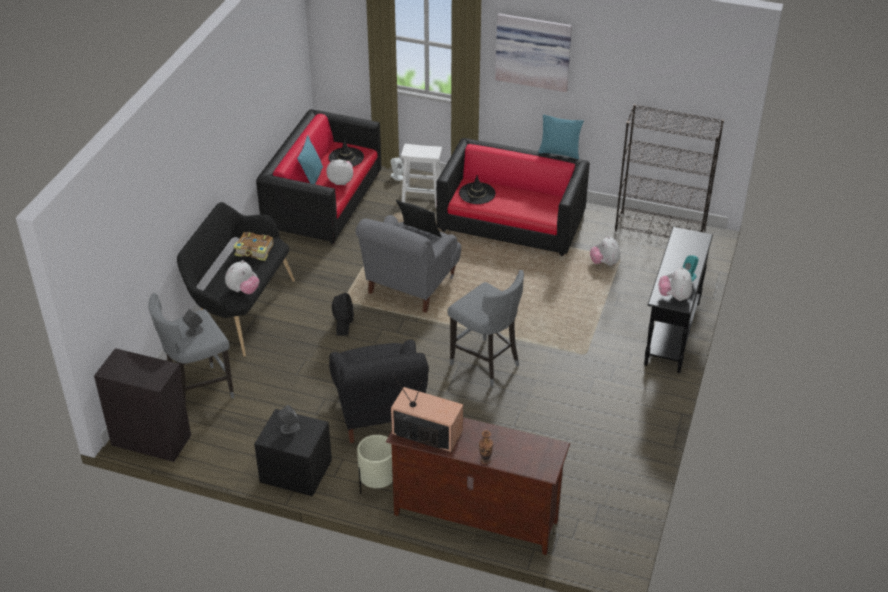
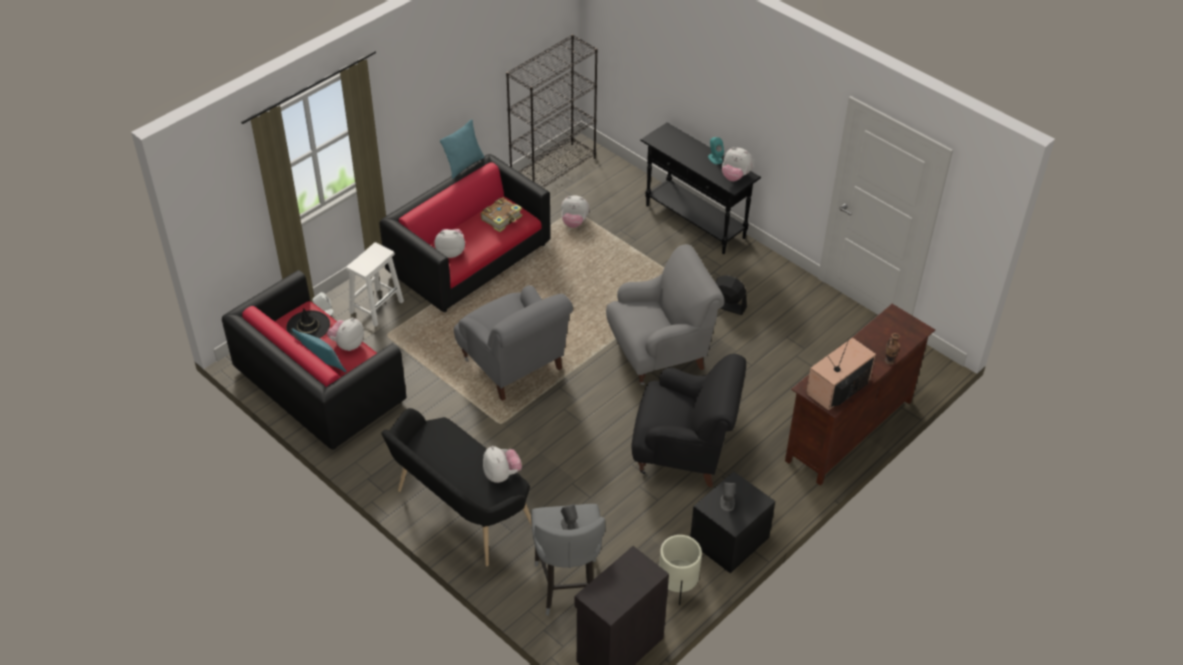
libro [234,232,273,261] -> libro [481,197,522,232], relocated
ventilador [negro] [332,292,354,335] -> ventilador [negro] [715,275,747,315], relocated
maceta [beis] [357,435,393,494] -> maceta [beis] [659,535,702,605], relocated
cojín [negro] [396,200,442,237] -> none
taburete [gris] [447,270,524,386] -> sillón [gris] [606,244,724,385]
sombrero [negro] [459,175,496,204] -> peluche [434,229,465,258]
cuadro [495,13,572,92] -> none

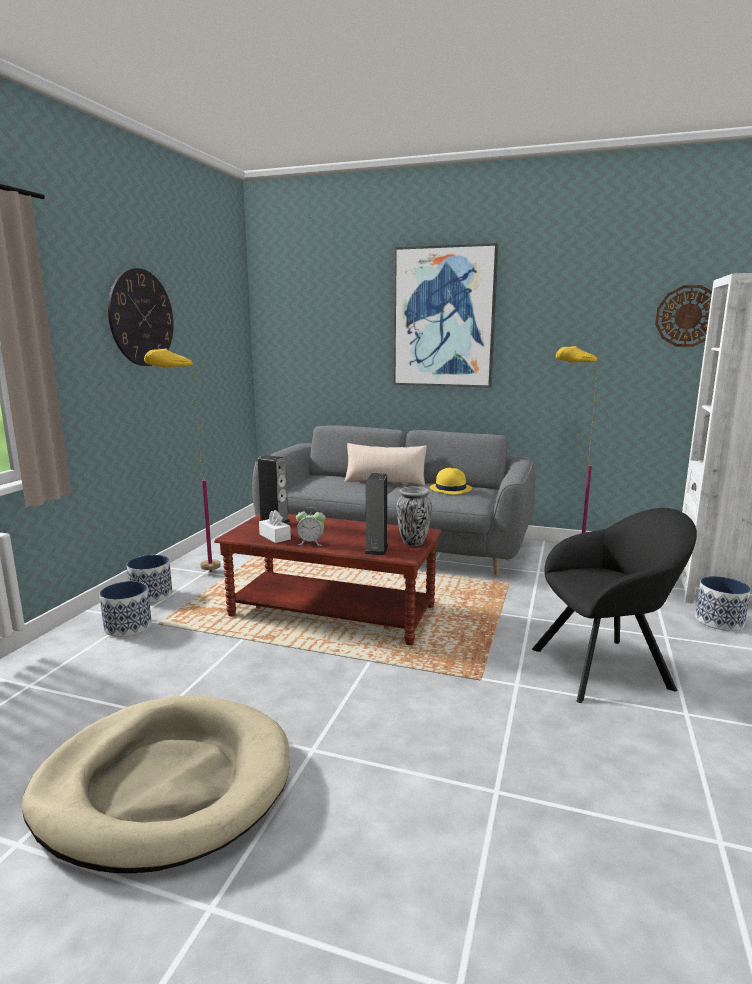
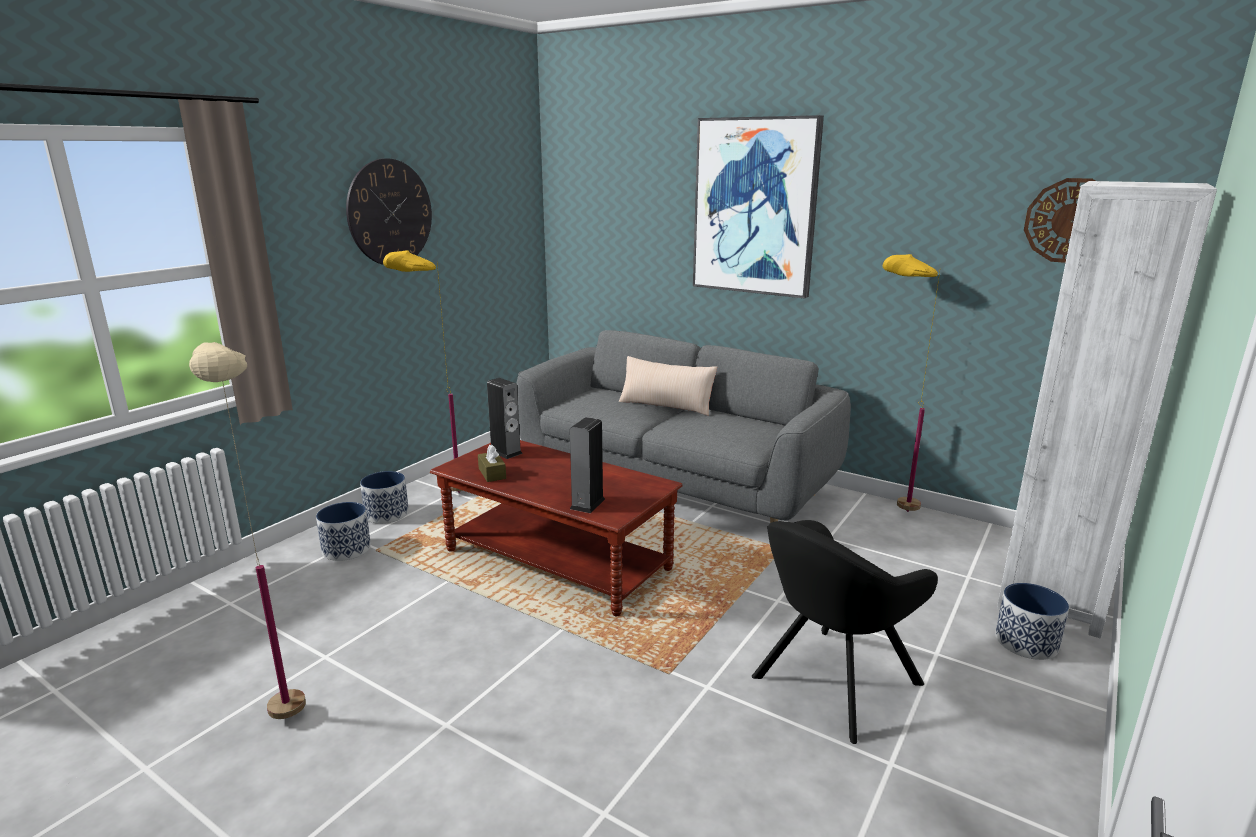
cama para perro [beis] [22,696,290,873] -> lámpara de pie [beis] [189,342,306,719]
caja de pañuelos [blanco] [259,510,291,543] -> caja de pañuelos [marrón] [478,445,506,482]
despertador [296,507,325,546] -> none
florero [396,487,432,546] -> none
sombrero [amarillo] [430,468,472,495] -> none
sillón [negro] [532,508,697,703] -> sillón [negro] [752,520,938,744], 135 degrees clockwise

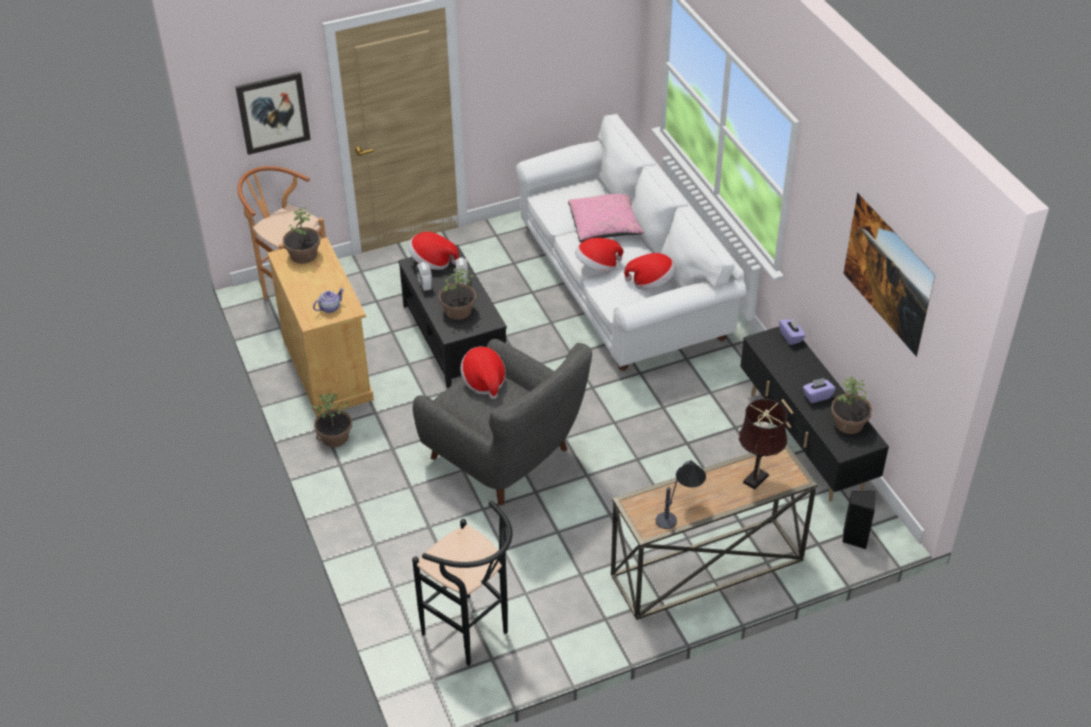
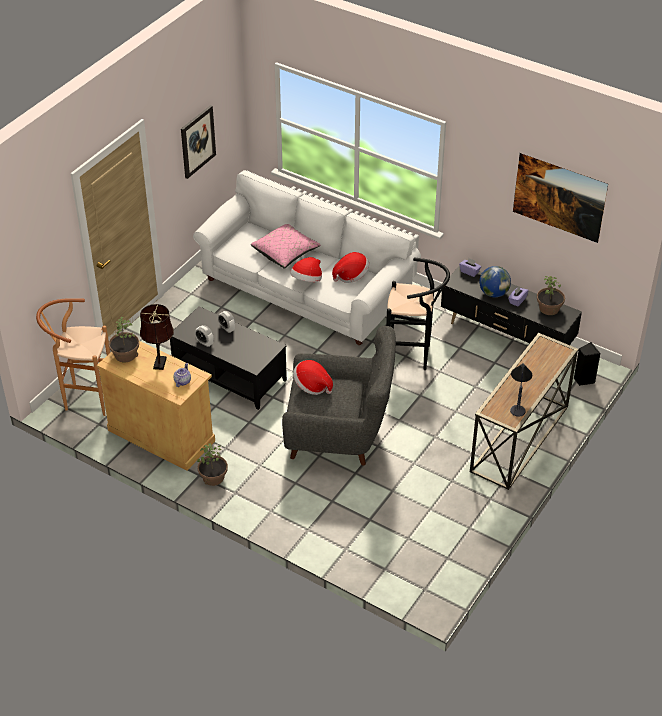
cuadro [235,72,311,155] -> cuadro [181,105,216,179], relocated
sombrero [408,232,459,270] -> none
taburete [negro] [412,501,512,666] -> taburete [negro] [386,258,450,370], relocated
planta en maceta [439,268,476,320] -> none
lámpara de mesa [marrón] [739,399,787,490] -> lámpara de mesa [marrón] [140,304,174,370], relocated
none -> globo terráqueo [479,266,511,297]

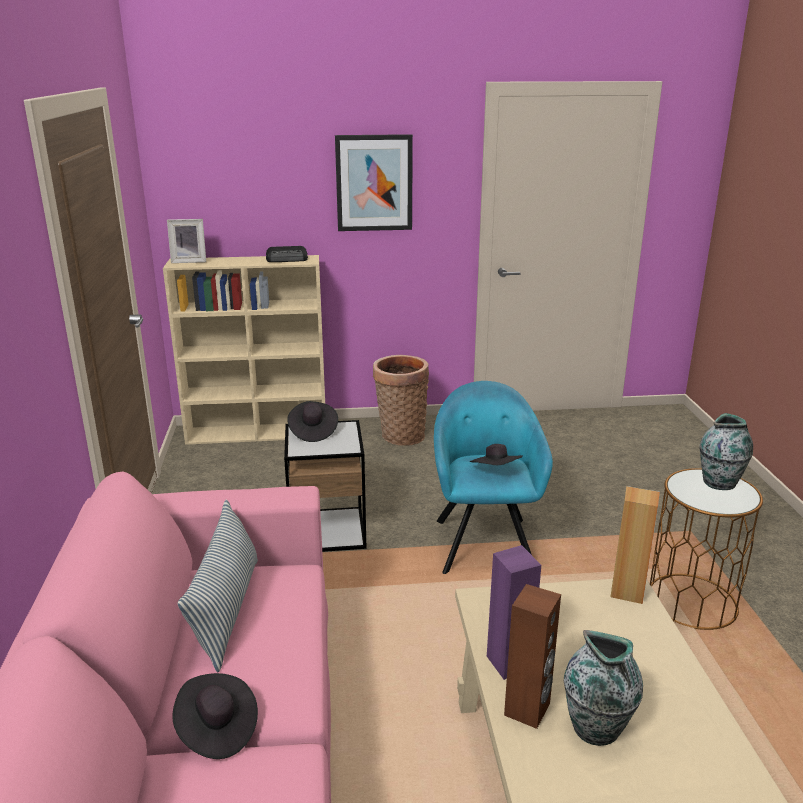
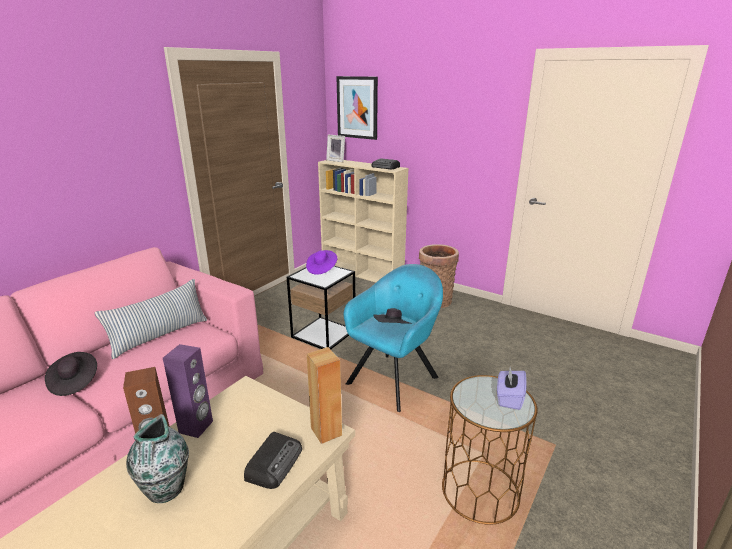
sombrero [negro] [287,401,338,442] -> sombrero [morado] [306,250,337,275]
cuadro [335,134,413,231] -> cuadro [336,76,378,140], relocated
florero [699,413,753,490] -> caja de pañuelos [morado] [497,367,527,410]
none -> radio [244,432,302,489]

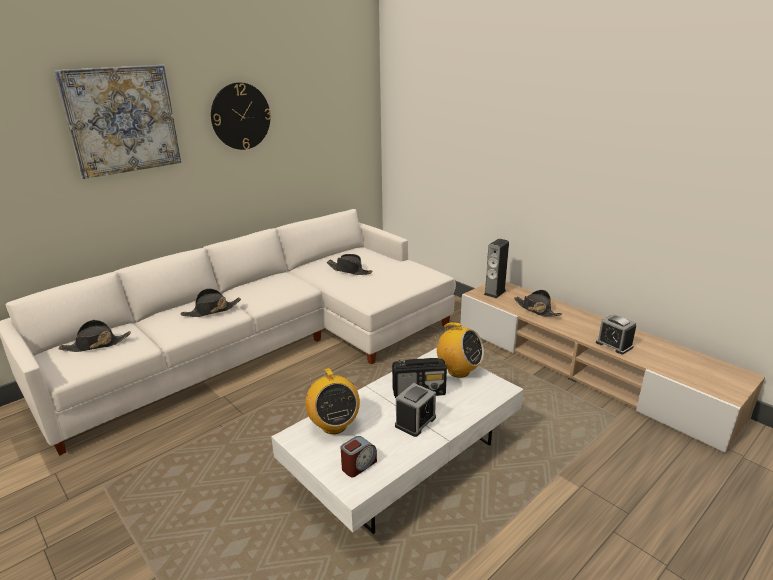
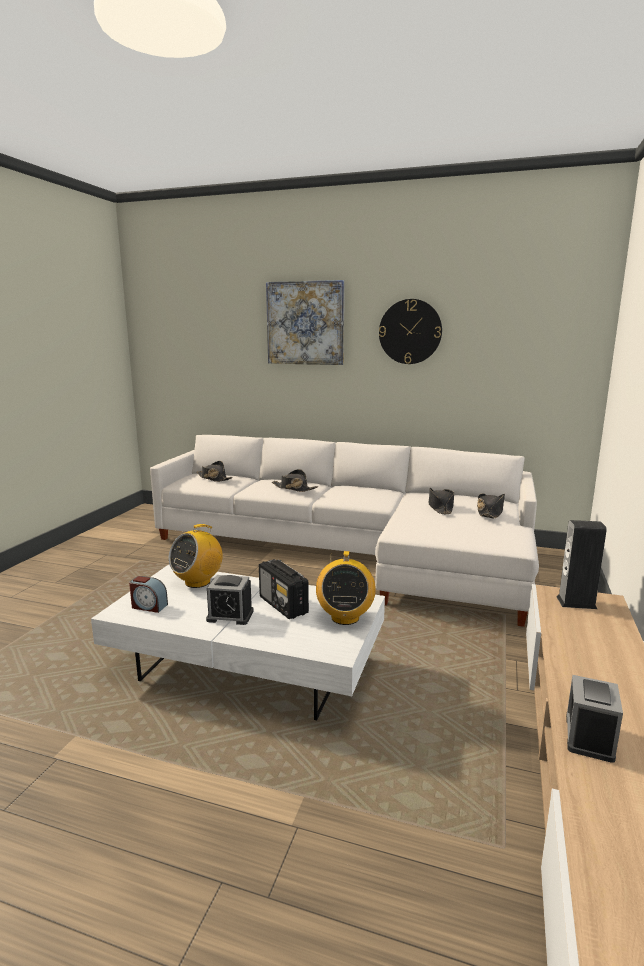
sombrero [negro] [514,290,562,317] -> sombrero [negro] [477,493,505,518], relocated

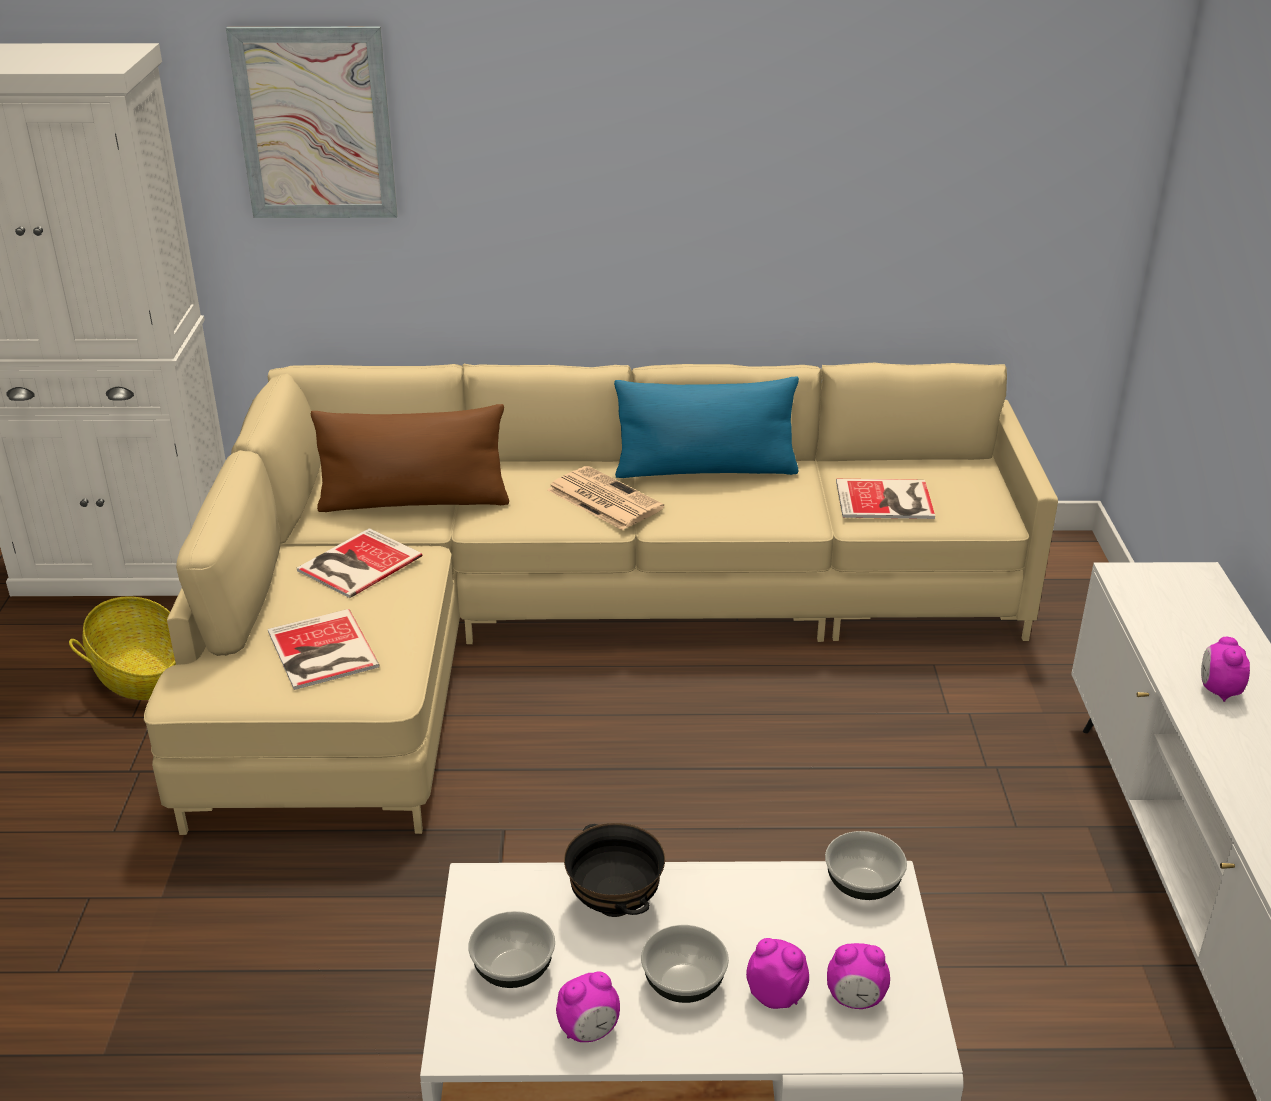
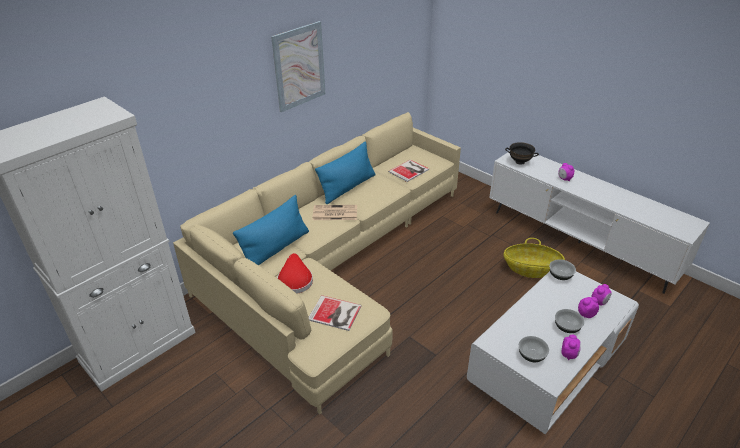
cesta [69,596,176,700] -> cesta [504,238,565,278], relocated
cuadro [226,27,398,218] -> cuadro [271,21,325,112], relocated
libro [297,528,423,598] -> sombrero [rojo] [277,253,313,294]
cojín [marrón] [311,404,509,512] -> cojín [azul] [233,195,309,265]
cuenco [negro] [564,823,665,917] -> cuenco [negro] [505,142,539,165], relocated

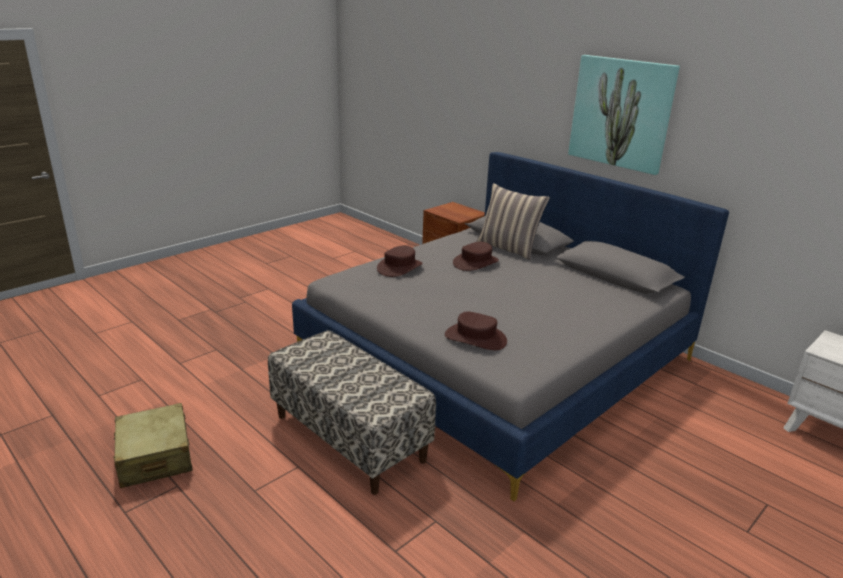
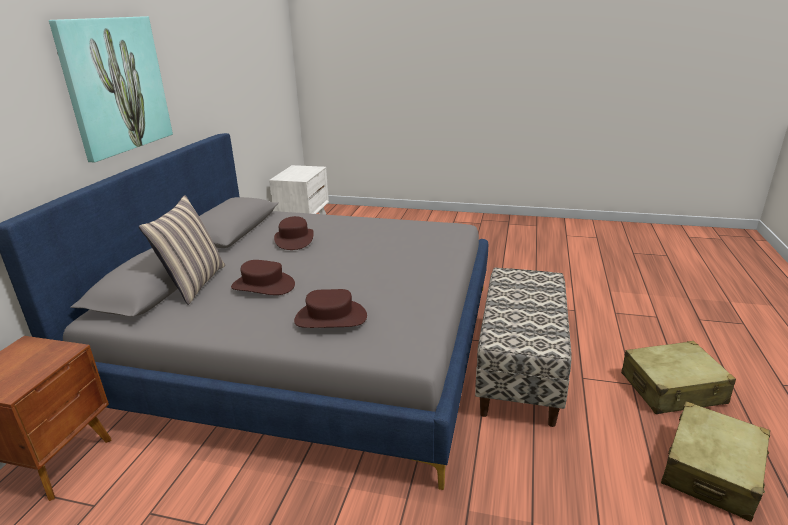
sombrero [marrón] [445,312,507,350] -> sombrero [marrón] [274,216,314,250], relocated
none -> maleta [beis] [621,341,736,414]

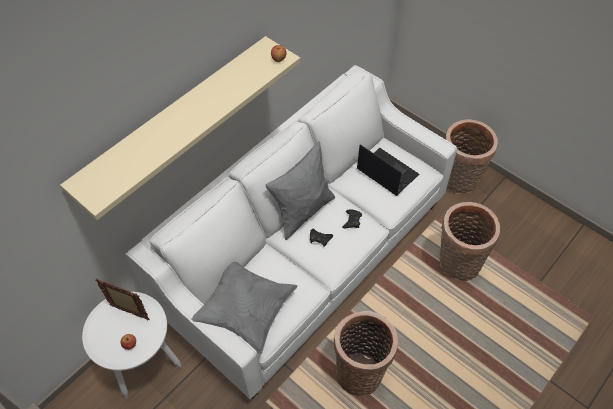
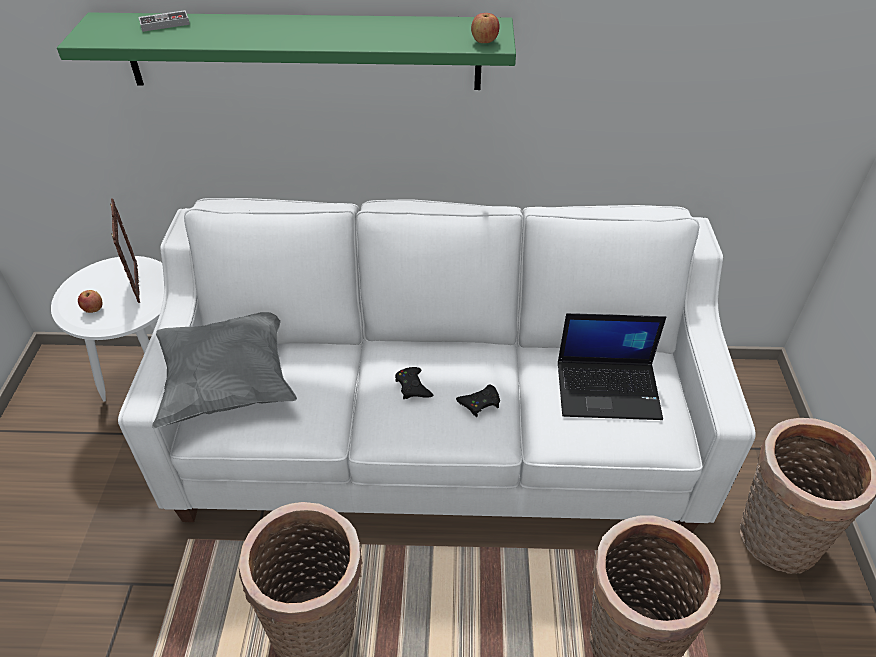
estante [beis] [60,36,300,220] -> estante [verde] [57,13,516,90]
cojín [gris] [265,141,335,240] -> none
portátil [357,144,419,196] -> portátil [558,313,666,420], 90 degrees clockwise
none -> mando de consola [139,10,190,32]

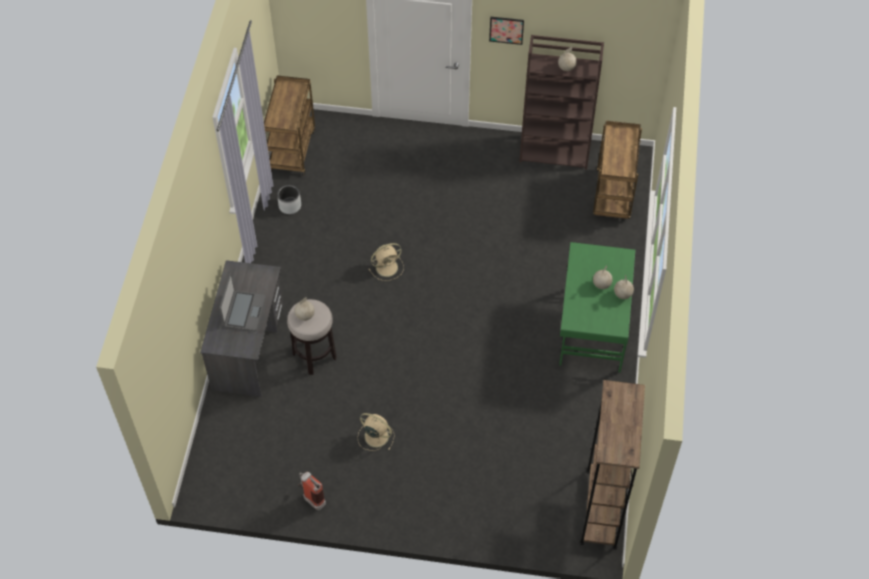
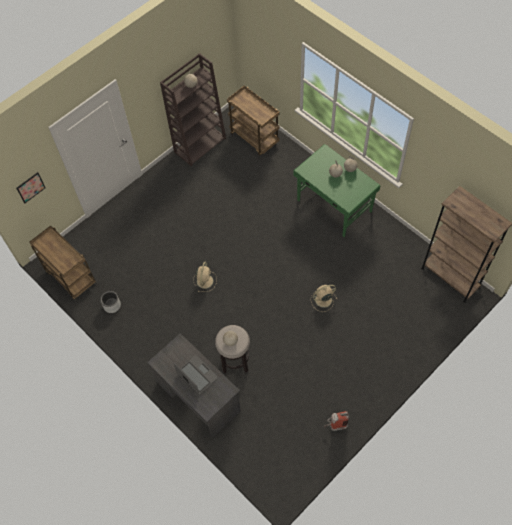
ventilador [beis] [358,413,395,451] -> ventilador [beis] [311,285,337,312], relocated
cuadro [489,17,524,45] -> cuadro [16,172,45,203], relocated

